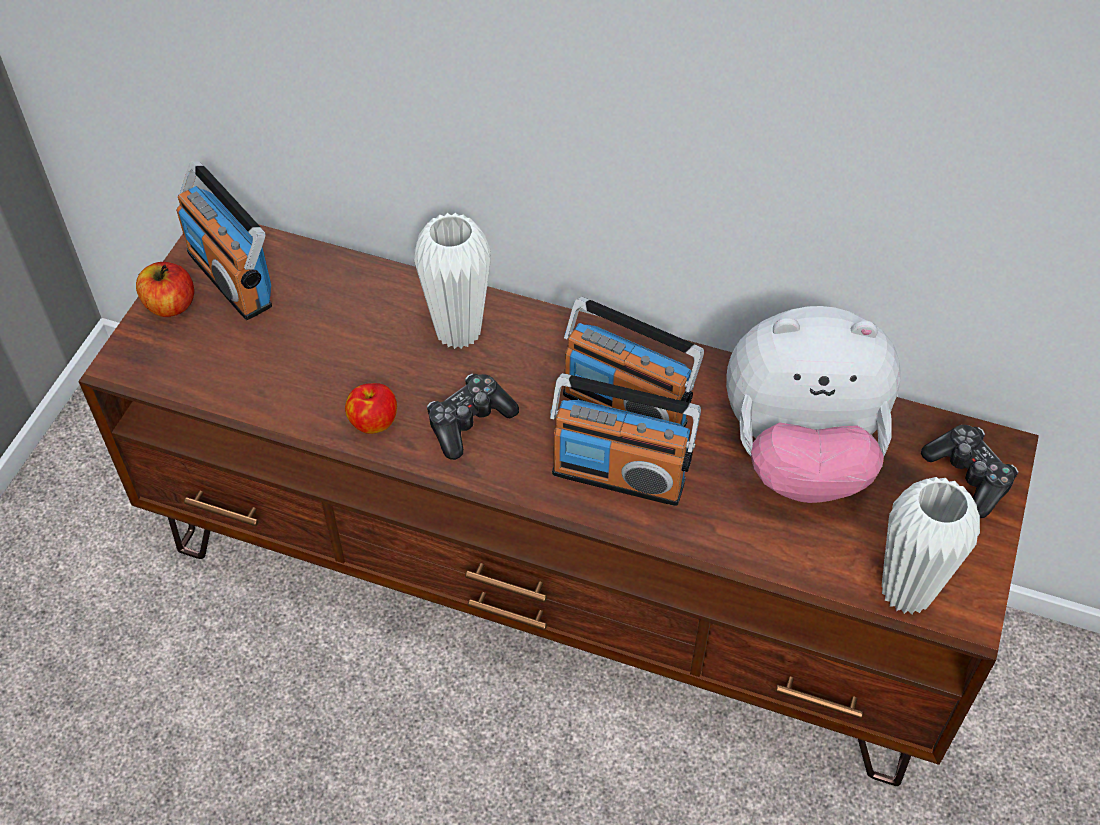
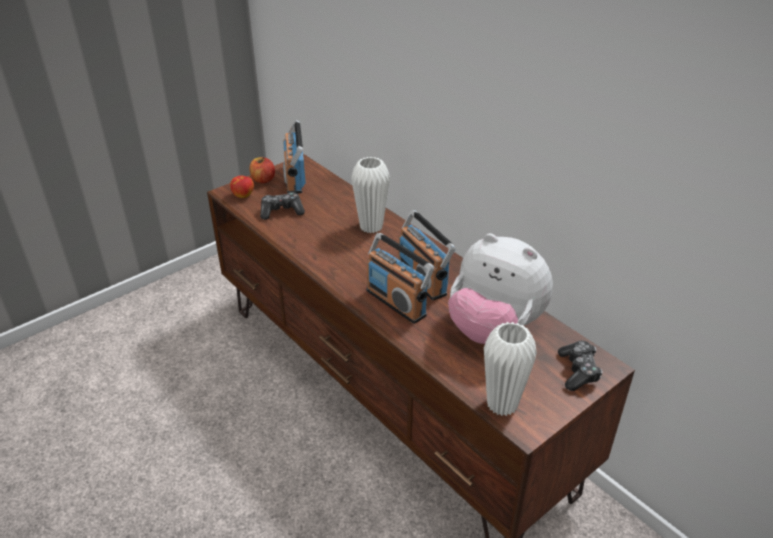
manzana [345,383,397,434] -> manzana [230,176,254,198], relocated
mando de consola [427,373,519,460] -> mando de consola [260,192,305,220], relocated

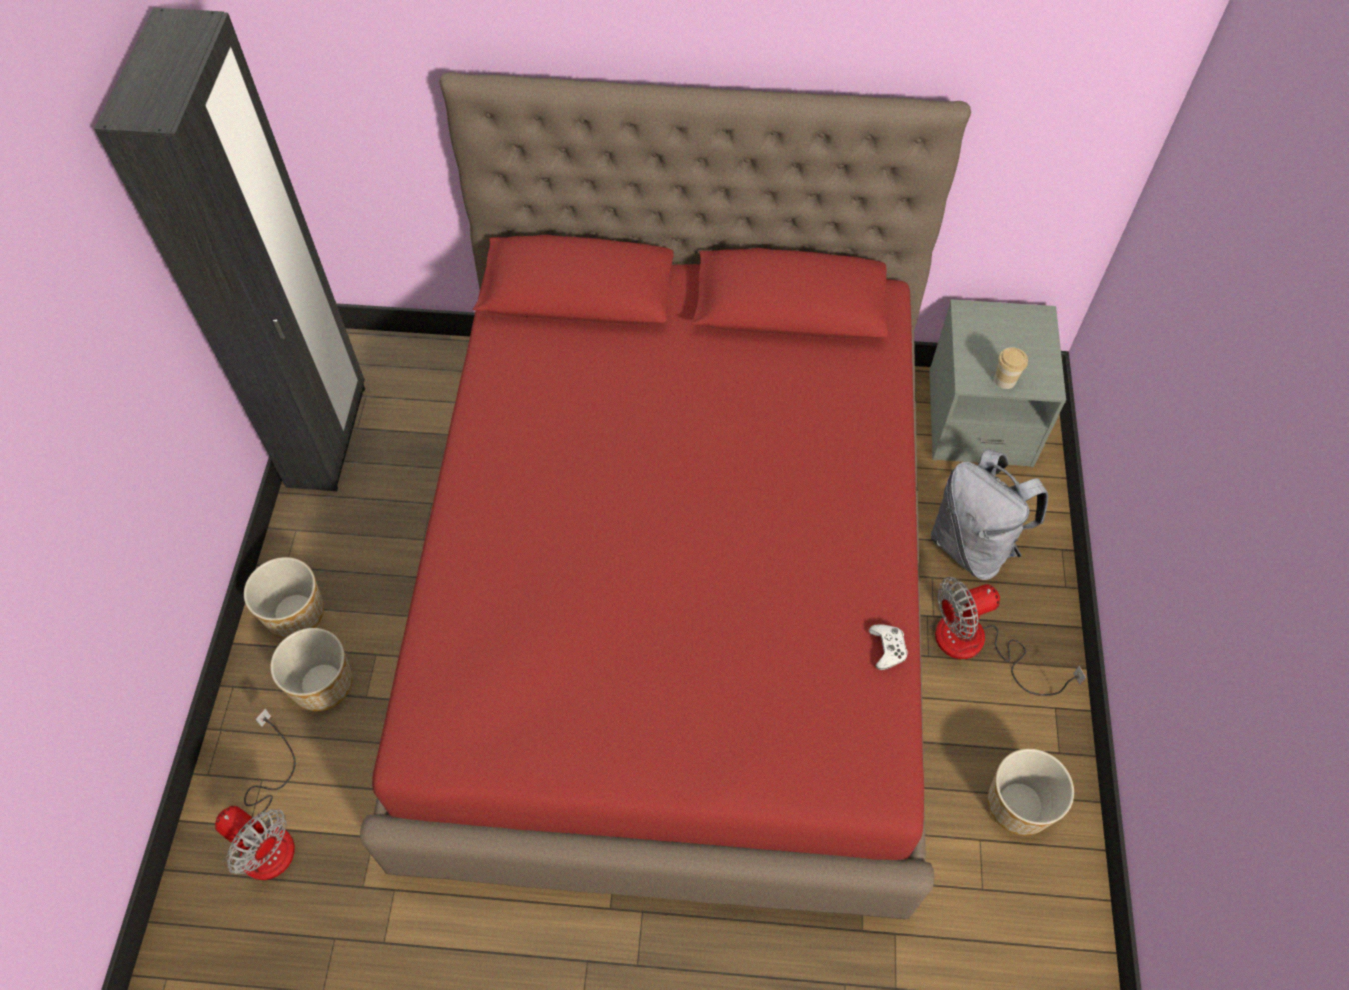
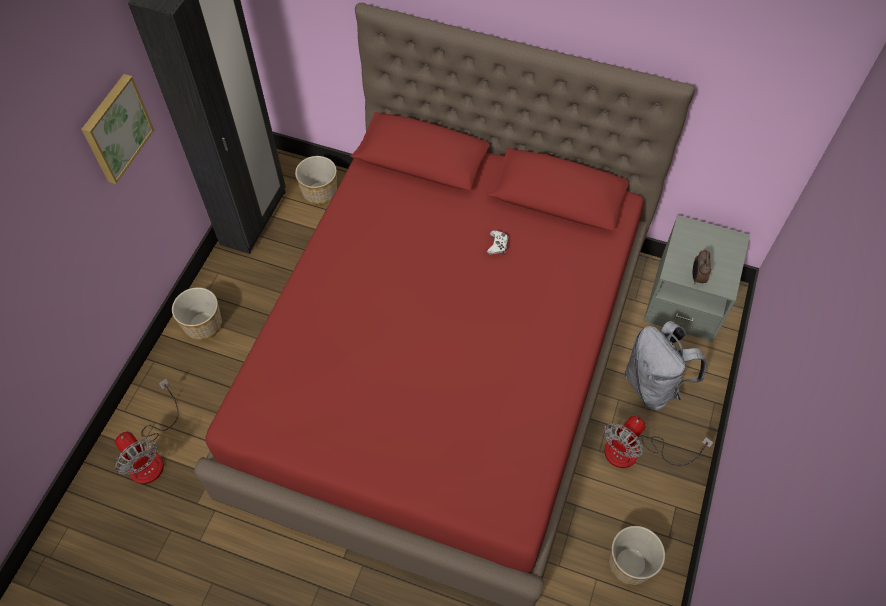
maceta [270,628,352,711] -> maceta [295,156,337,205], relocated
mando de consola [blanco] [869,624,908,670] -> mando de consola [blanco] [487,230,508,254], relocated
ventilador [935,577,1086,696] -> ventilador [604,416,714,468], 45 degrees counterclockwise
taza [994,347,1028,389] -> despertador [693,249,711,284]
none -> cuadro [81,74,154,184]

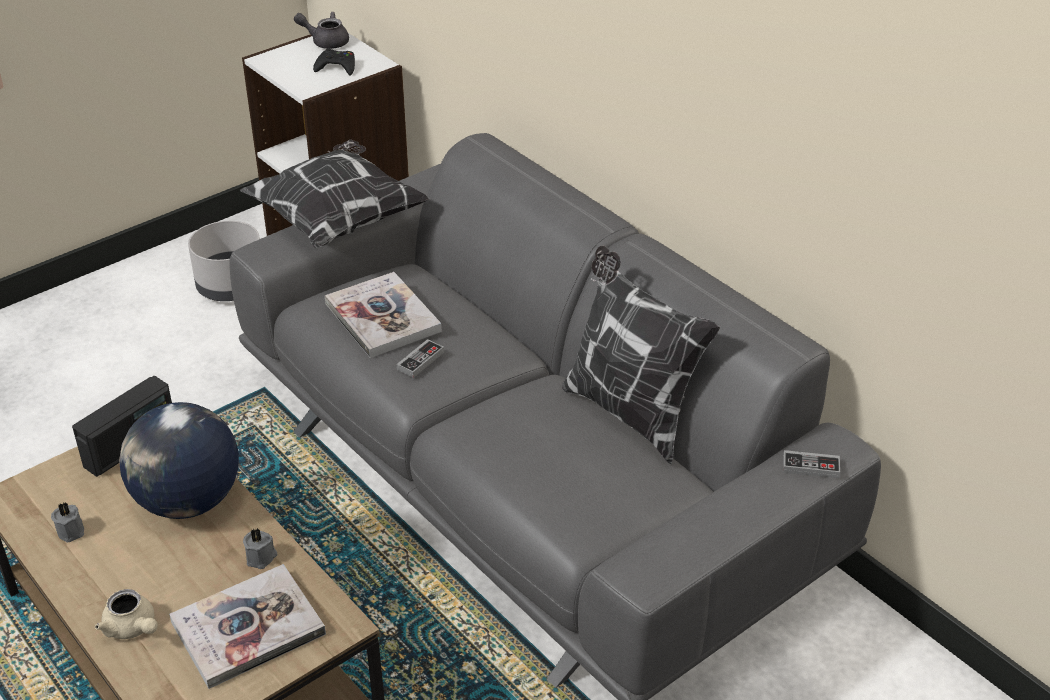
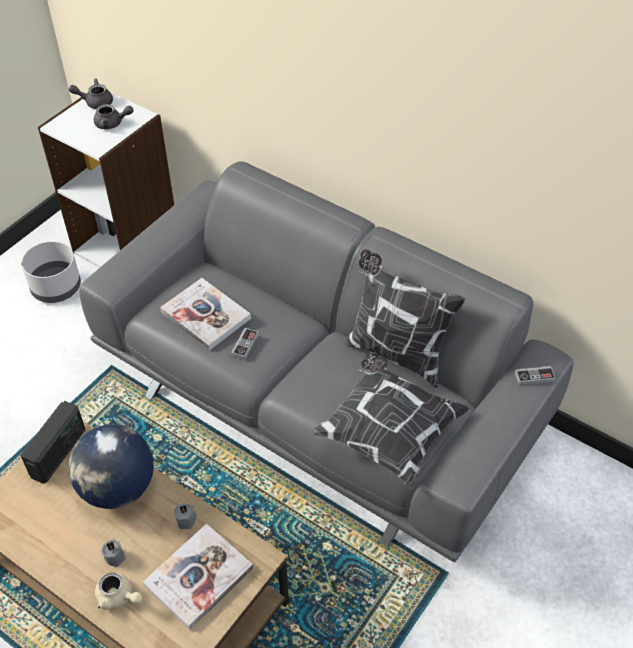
vela [gris] [51,502,84,542] -> vela [gris] [101,539,126,567], relocated
cojín [240,139,430,249] -> cojín [311,353,470,489], relocated
mando de consola [negro] [313,48,355,75] -> tetera [gris] [94,104,134,129]

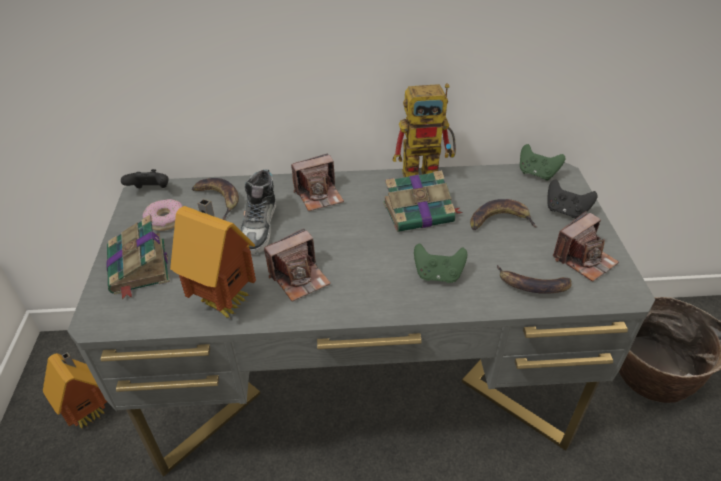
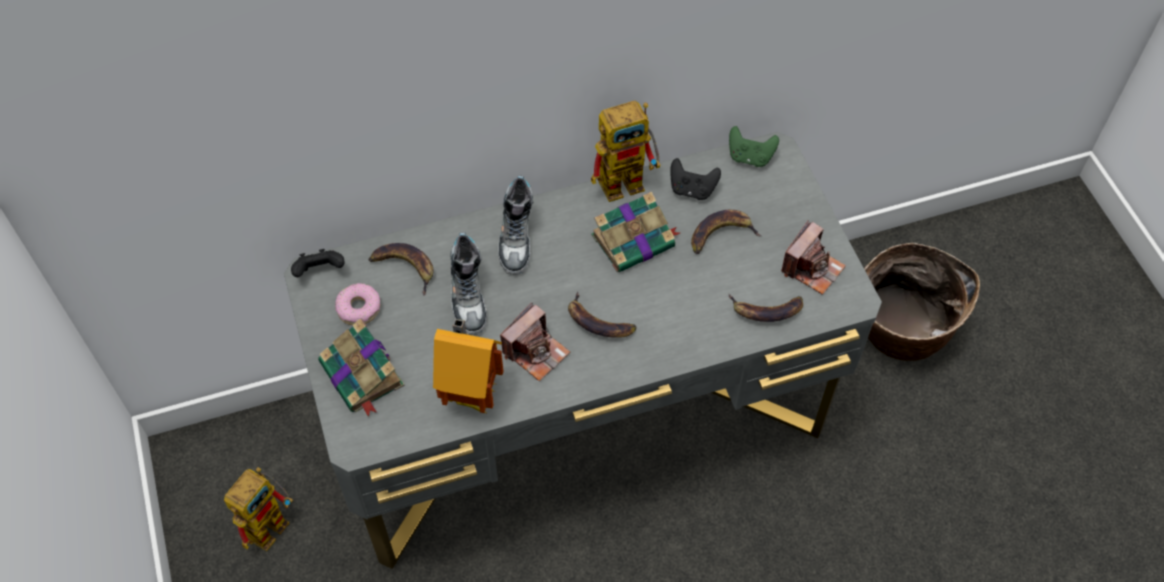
casita [43,352,107,428] -> robot de juguete [224,467,293,551]
cámara [291,153,344,211] -> zapato [498,176,533,275]
mando de consola [verde] [414,243,467,283] -> none
mando de consola [negro] [547,179,598,219] -> mando de consola [negro] [670,158,721,200], relocated
none -> plátano [568,291,637,338]

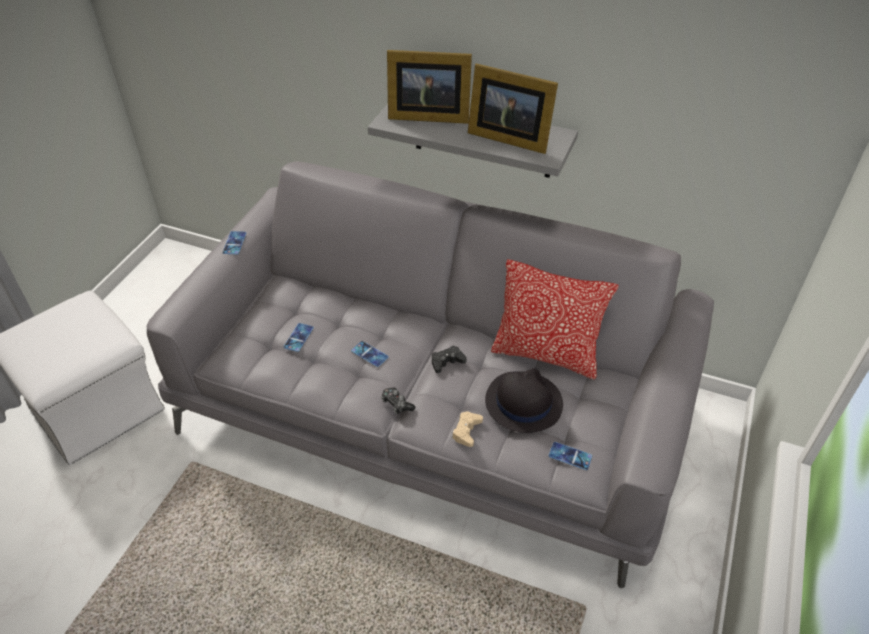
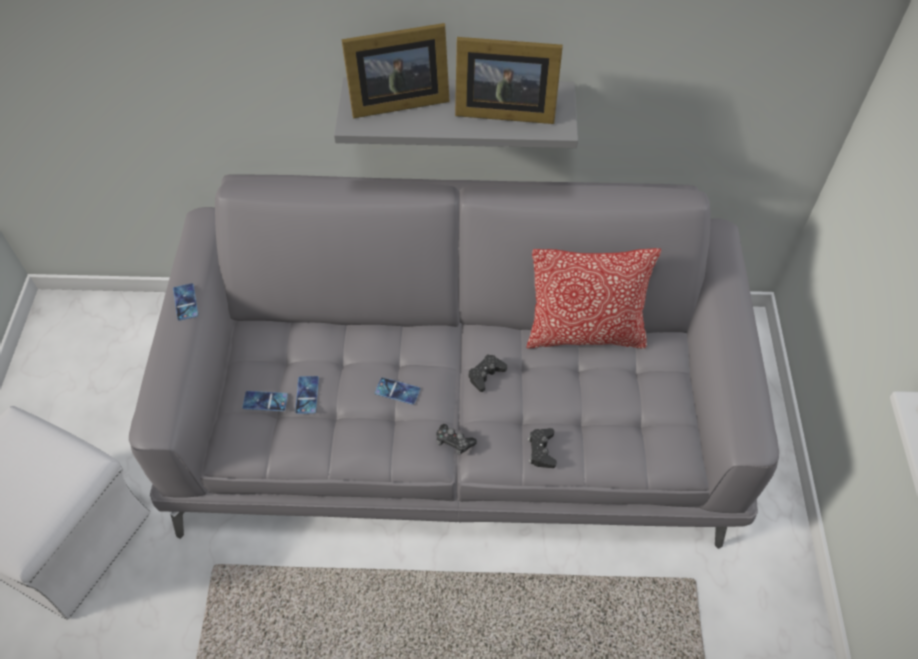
mando de consola [beis] [452,412,483,447] -> mando de consola [negro] [528,428,557,468]
sombrero [negro] [485,368,563,433] -> none
móvil [549,442,592,470] -> móvil [242,391,288,411], relocated

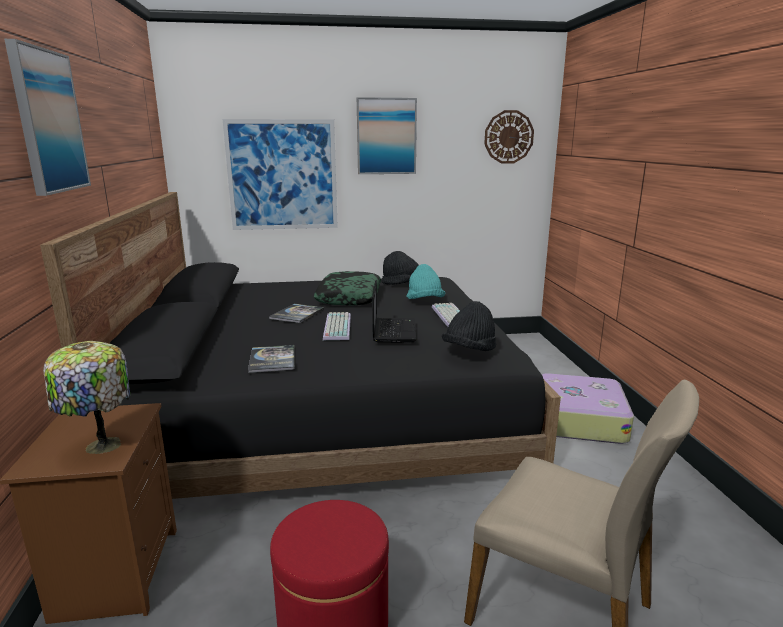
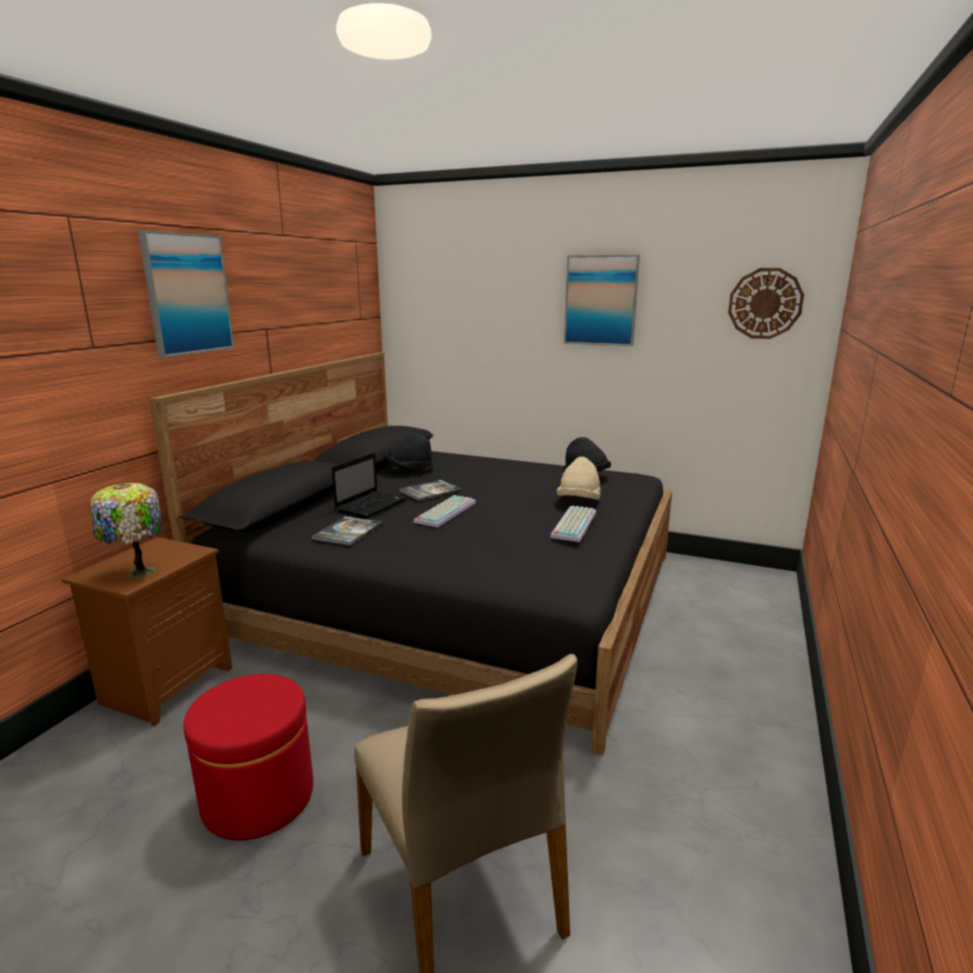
cuadro [223,119,338,230] -> none
cojín [314,271,381,305] -> none
portátil [372,280,416,343] -> portátil [332,453,407,518], relocated
sombrero [turquesa] [407,264,445,299] -> sombrero [beis] [557,457,601,500]
sombrero [negro] [442,301,496,351] -> sombrero [negro] [385,433,434,472], relocated
maleta [542,373,634,444] -> none

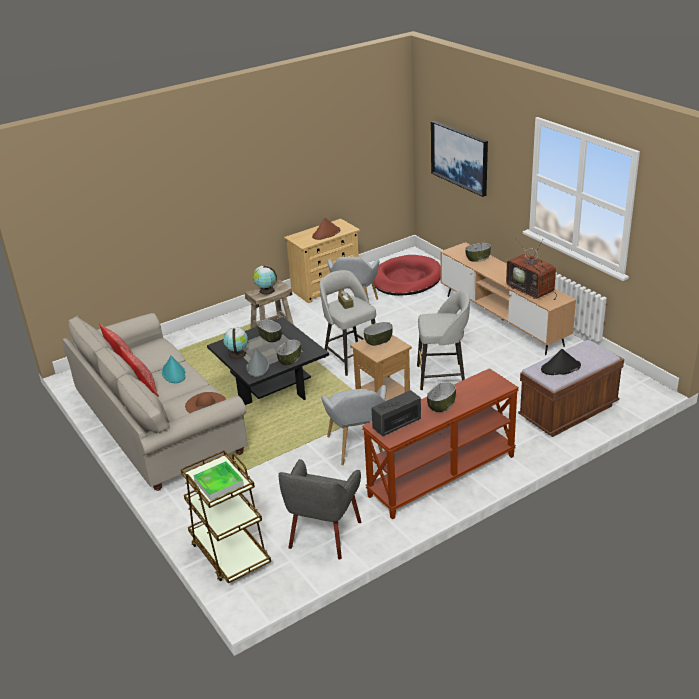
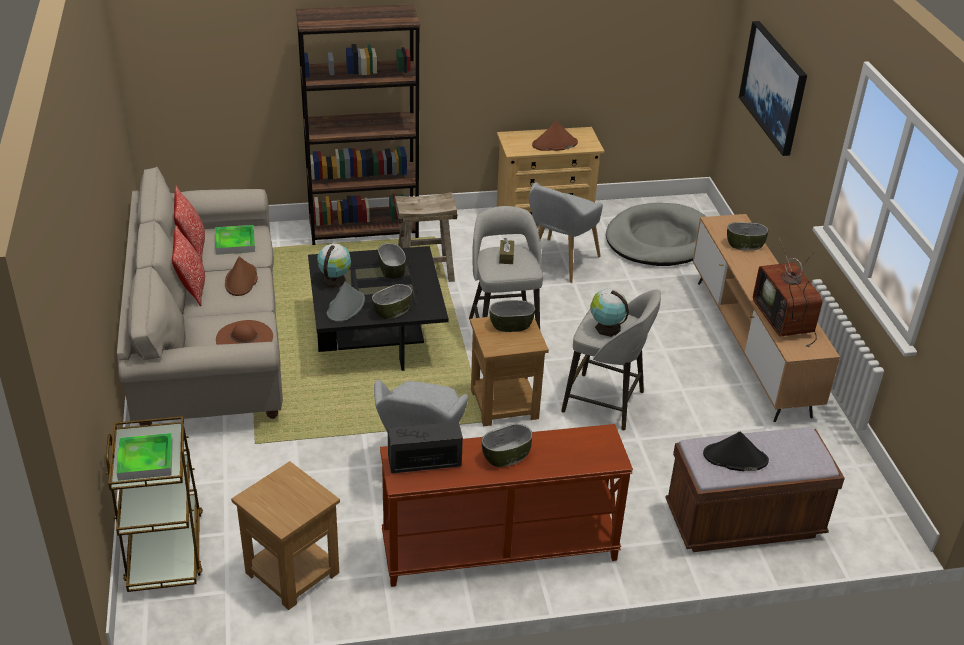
sombrero [turquesa] [162,356,186,383] -> sombrero [marrón] [225,256,258,296]
globo terráqueo [253,265,277,295] -> globo terráqueo [590,288,629,337], relocated
sillón [gris] [279,459,361,560] -> mesa auxiliar [marrón] [231,461,340,610]
cama para perro [rojo] [374,255,441,296] -> cama para perro [gris] [606,203,707,266]
none -> bandeja [215,225,255,255]
none -> estantería [marrón] [296,4,420,245]

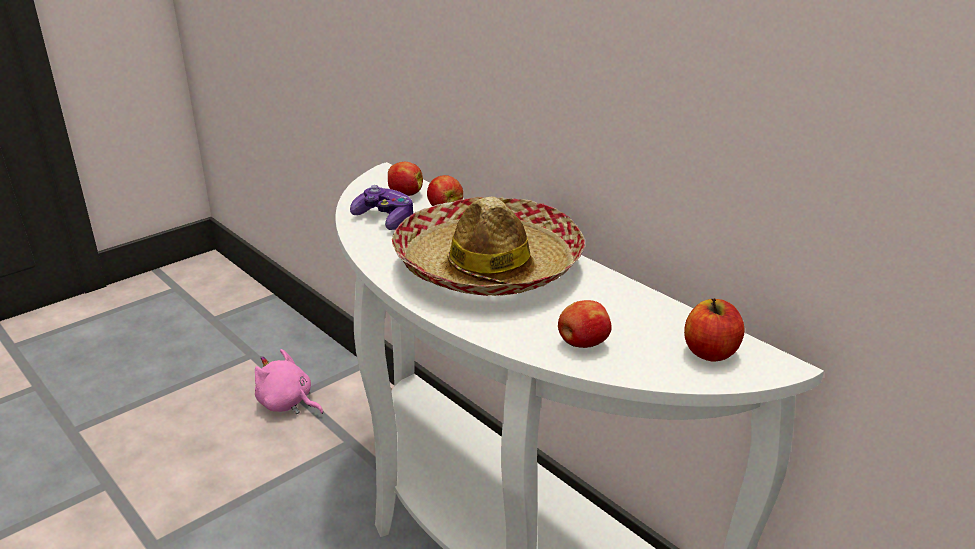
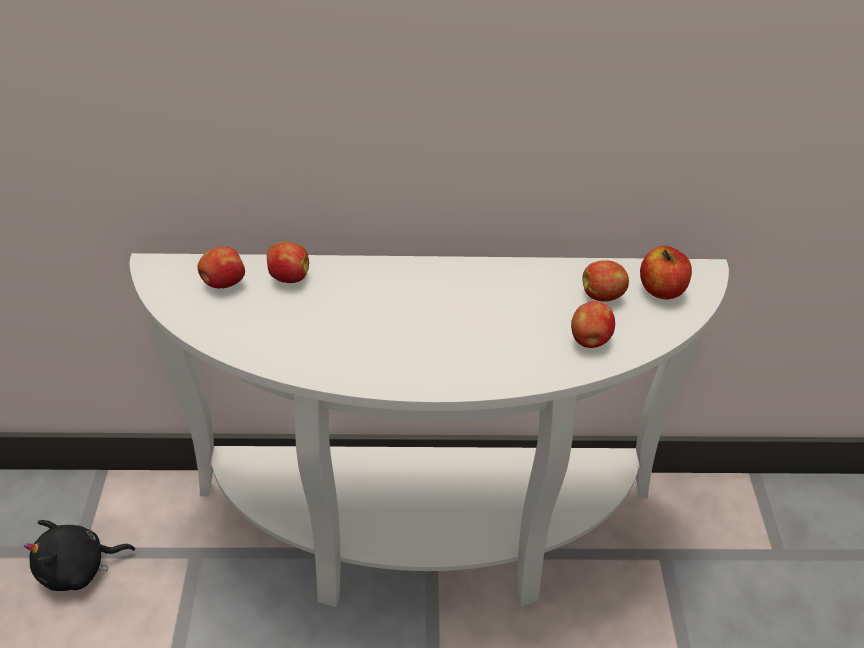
peluche [rosa] [255,349,323,414] -> peluche [negro] [24,520,135,591]
mando de consola [350,185,413,230] -> none
sombrero [392,197,585,296] -> none
none -> manzana [582,260,629,302]

